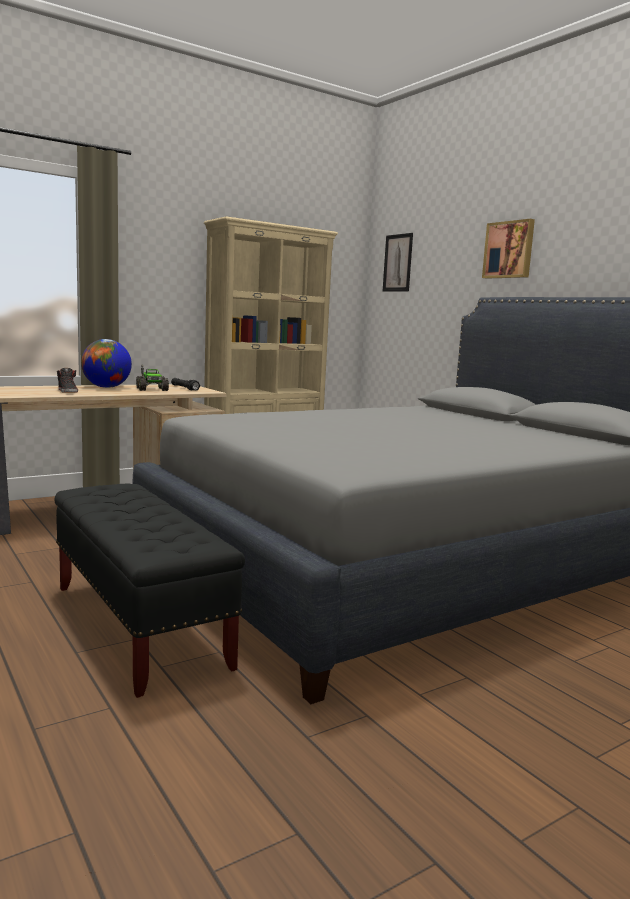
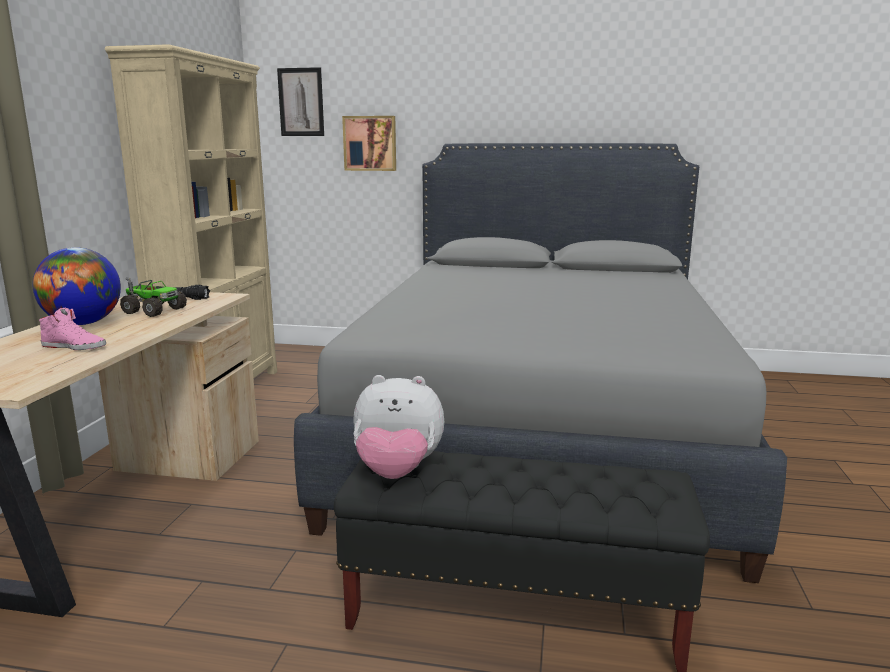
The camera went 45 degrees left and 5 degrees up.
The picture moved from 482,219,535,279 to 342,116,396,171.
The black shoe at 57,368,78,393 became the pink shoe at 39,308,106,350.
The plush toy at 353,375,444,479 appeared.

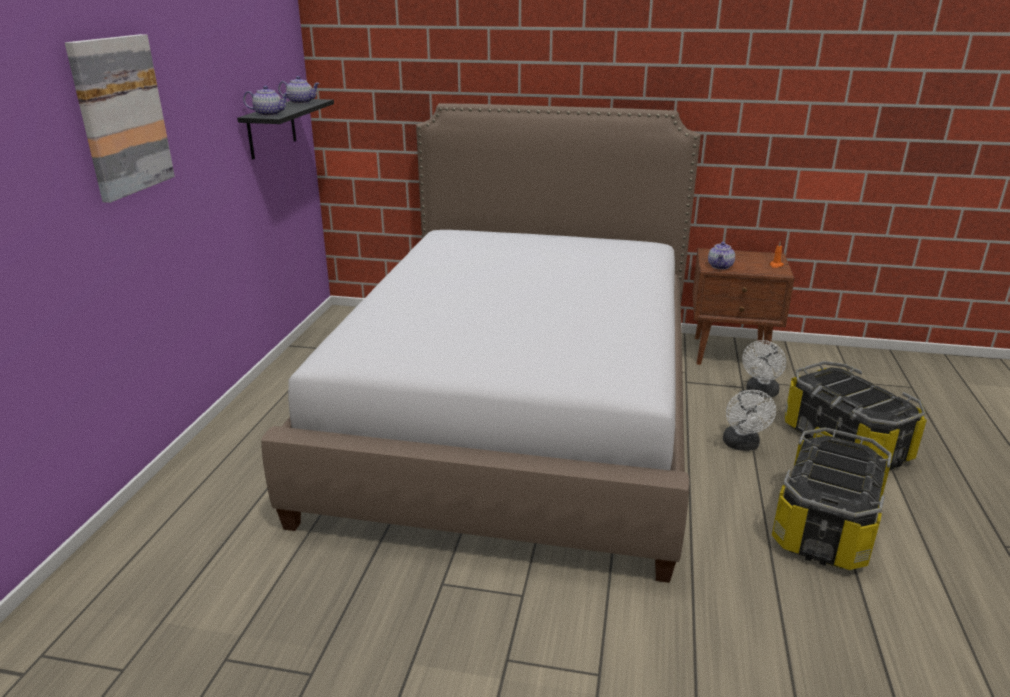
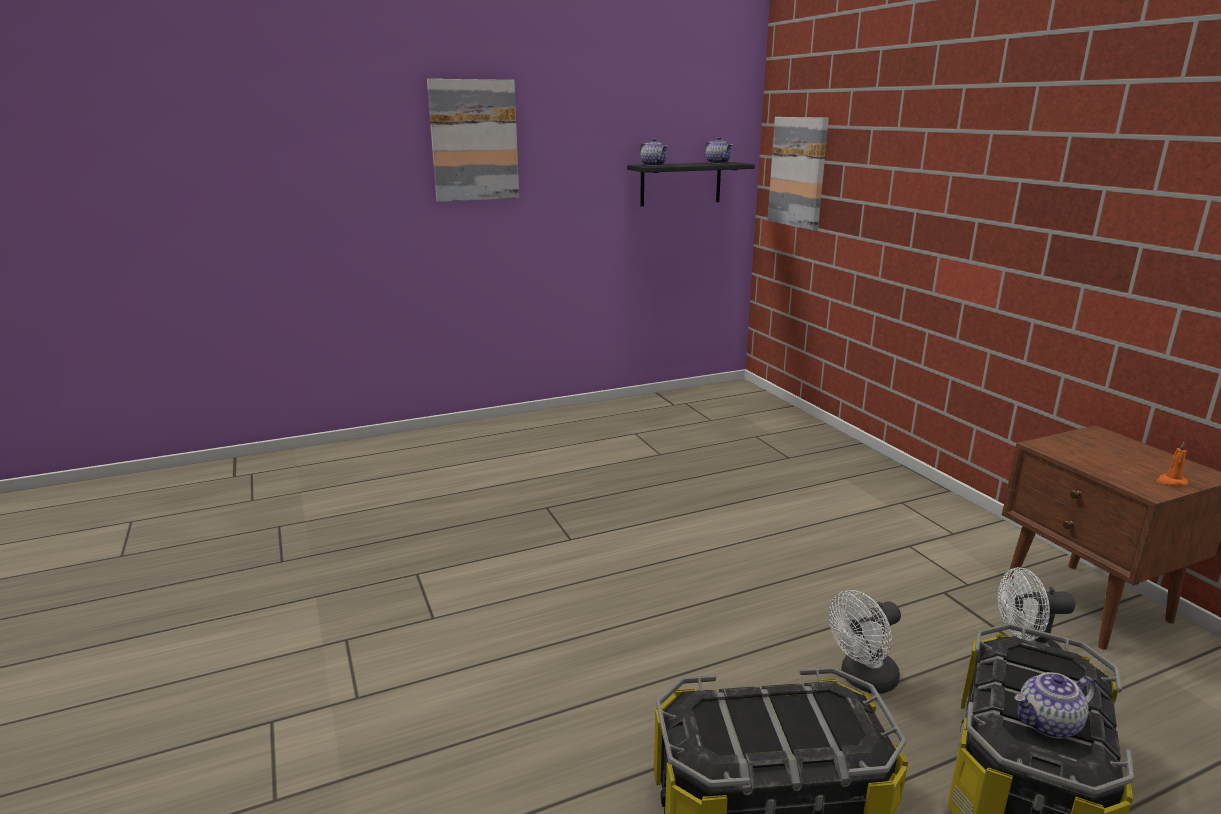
The camera went 55 degrees right and 5 degrees down.
The bed at 261,103,701,583 disappeared.
The teapot moved from 708,242,735,270 to 1014,672,1096,739.
The picture at 767,117,829,231 appeared.

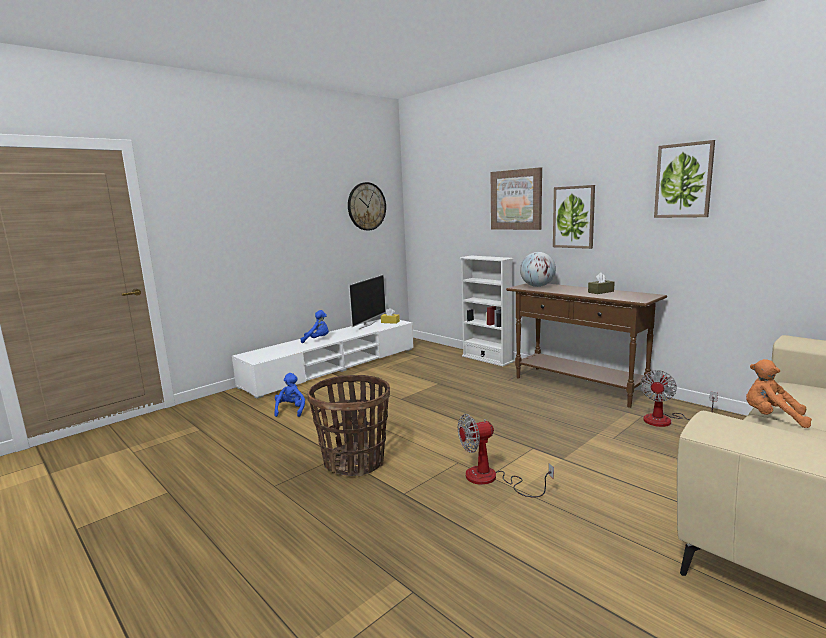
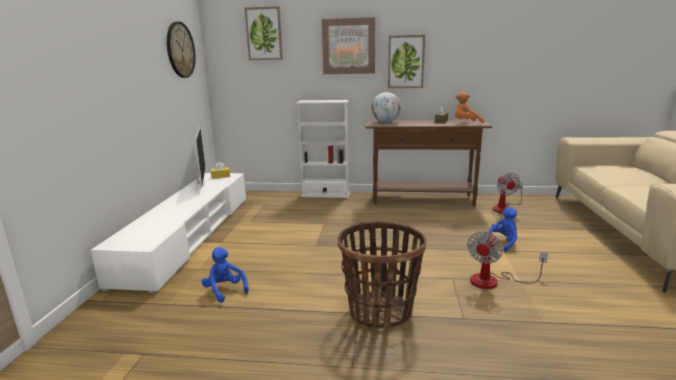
The camera went 40 degrees left and 5 degrees up.
The picture moved from 654,140,715,218 to 245,6,283,60.
The blue plush toy moved from 300,310,329,343 to 488,207,517,252.
The orange plush toy moved from 746,359,812,428 to 455,92,484,123.

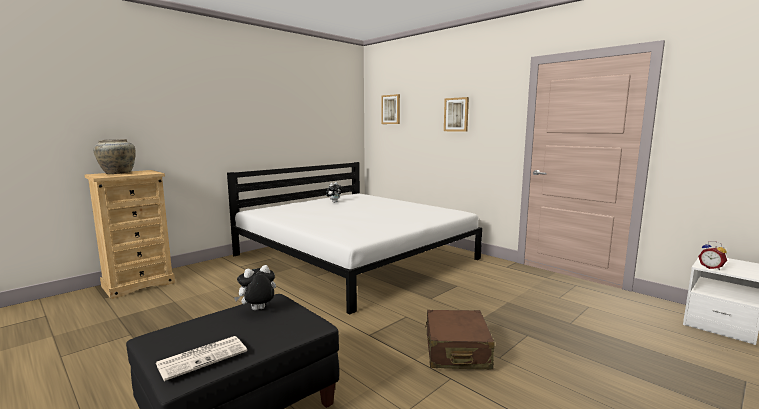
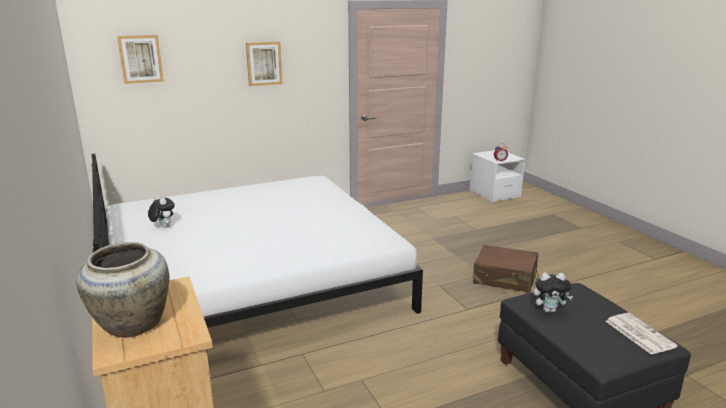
The camera went 70 degrees left and 10 degrees up.
The plush toy at 234,265,276,310 turned 75 degrees counterclockwise.

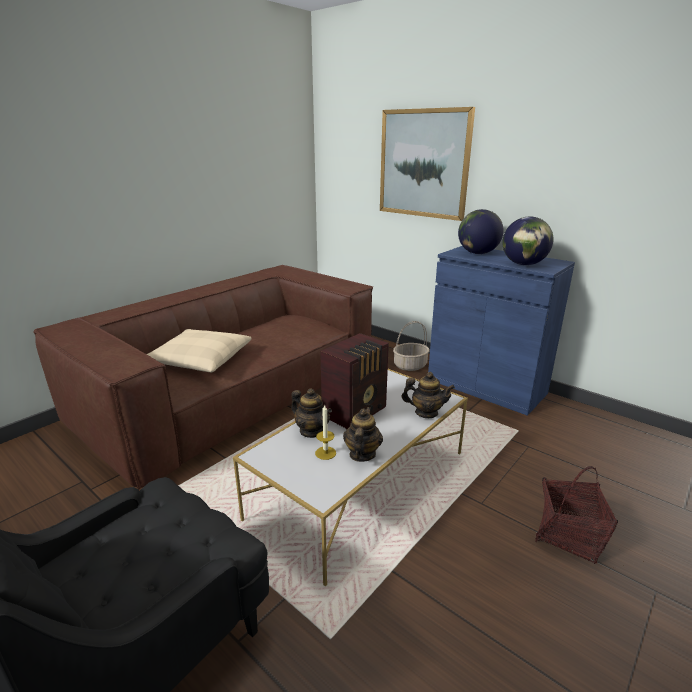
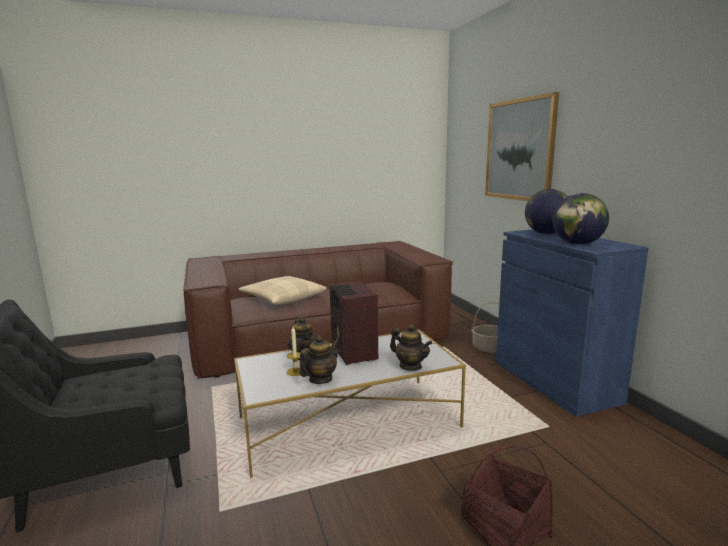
The camera went 30 degrees right and 10 degrees down.
The radio at 320,333,389,429 turned 90 degrees clockwise.

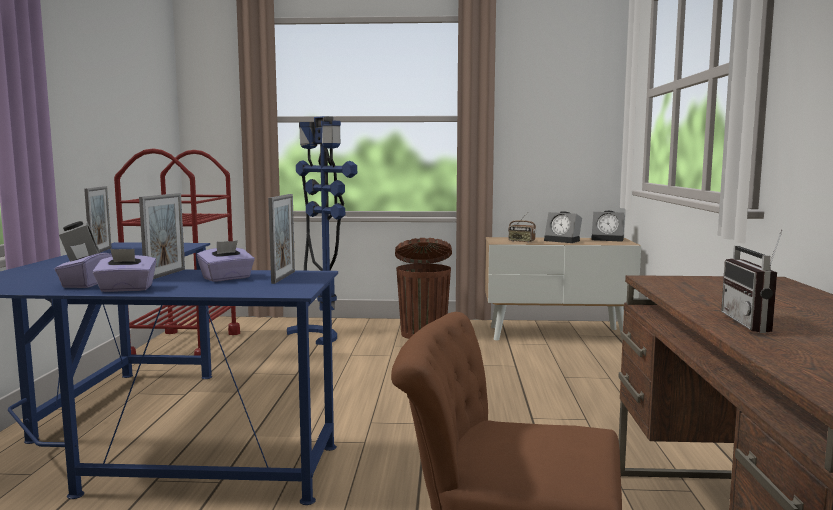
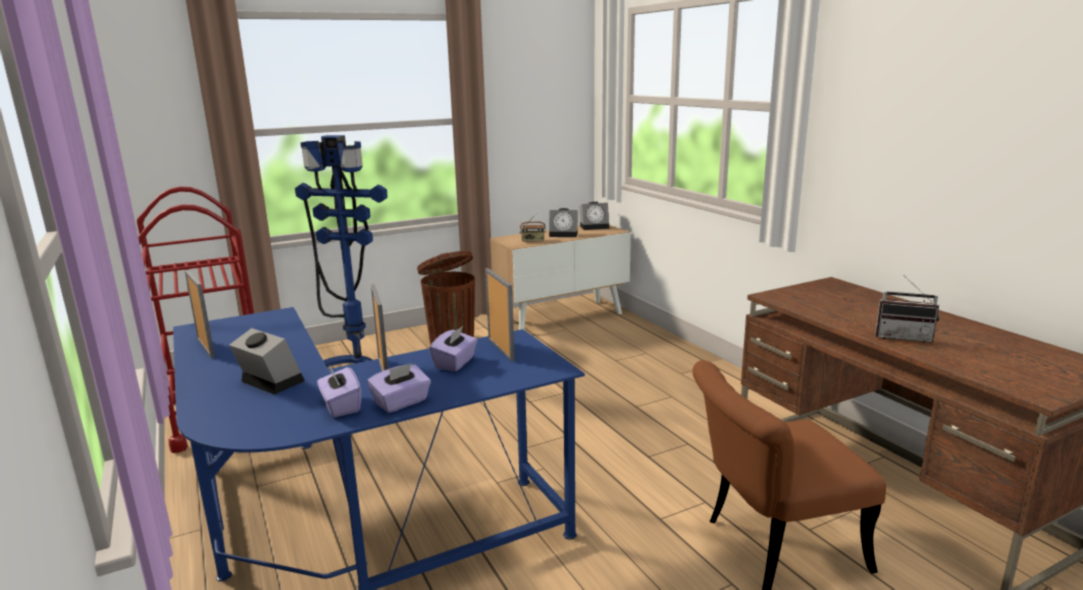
The camera went 30 degrees left and 10 degrees up.
The radio at 721,230,782,333 turned 45 degrees counterclockwise.

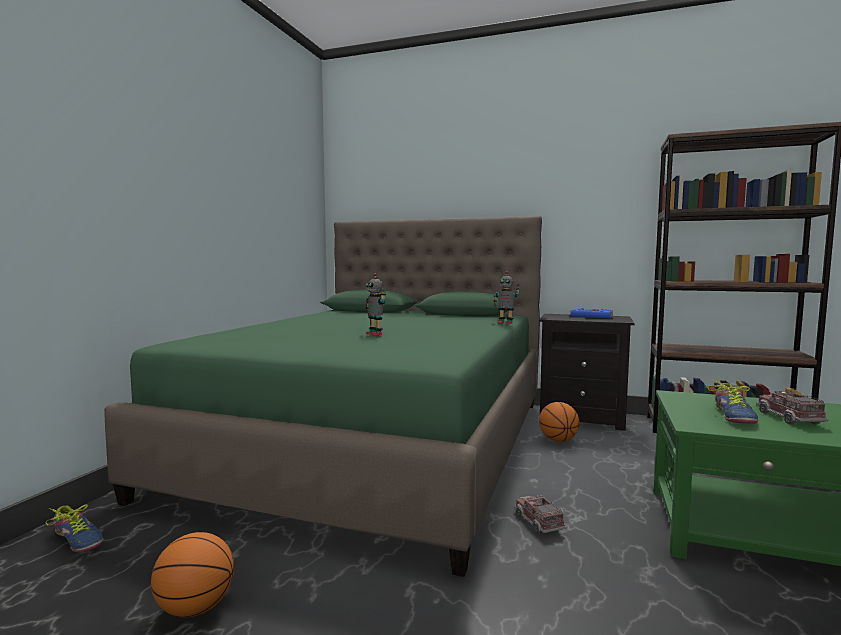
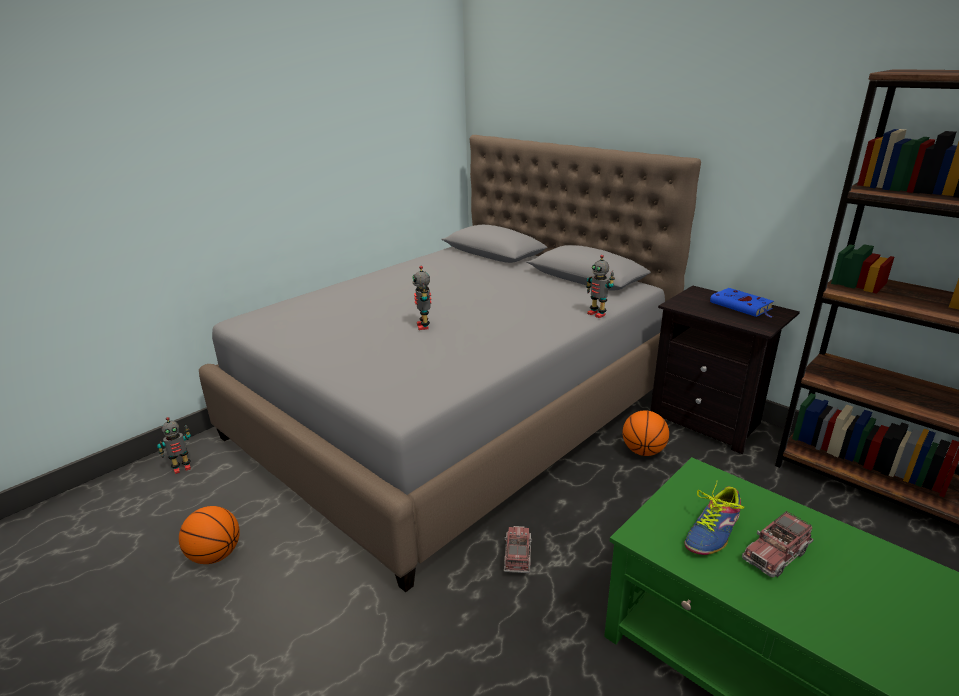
The camera went 25 degrees right and 20 degrees up.
The green bed at 104,216,542,577 became the grey bed at 199,135,701,592.
The toy truck at 756,391,829,425 turned 150 degrees counterclockwise.
The shoe at 46,504,104,553 was replaced by the toy robot at 157,417,191,474.

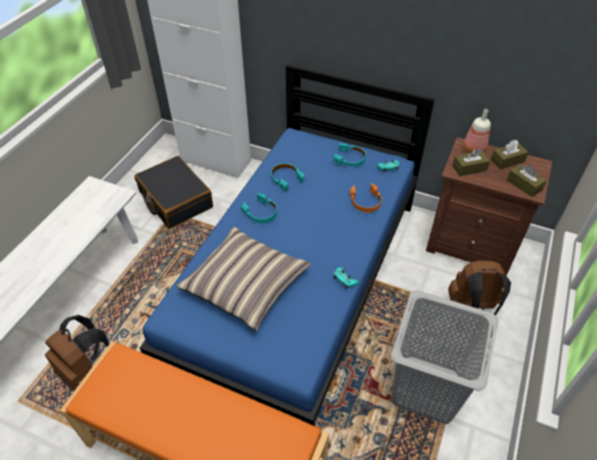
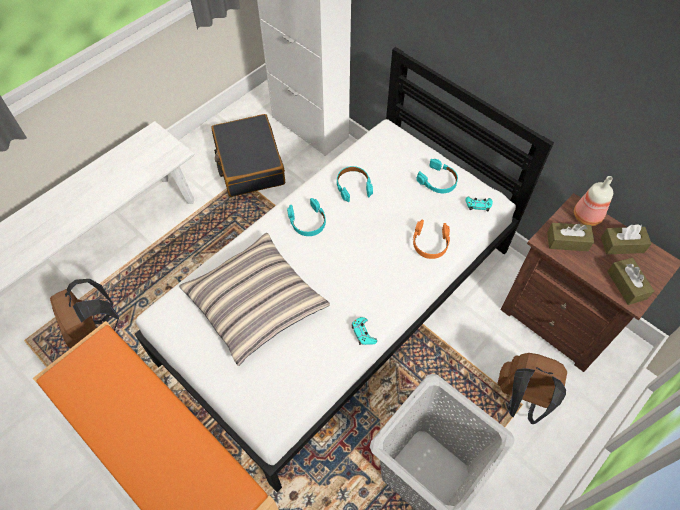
The camera went 20 degrees right and 10 degrees up.
The blue bed at 140,64,435,426 became the white bed at 135,47,554,492.

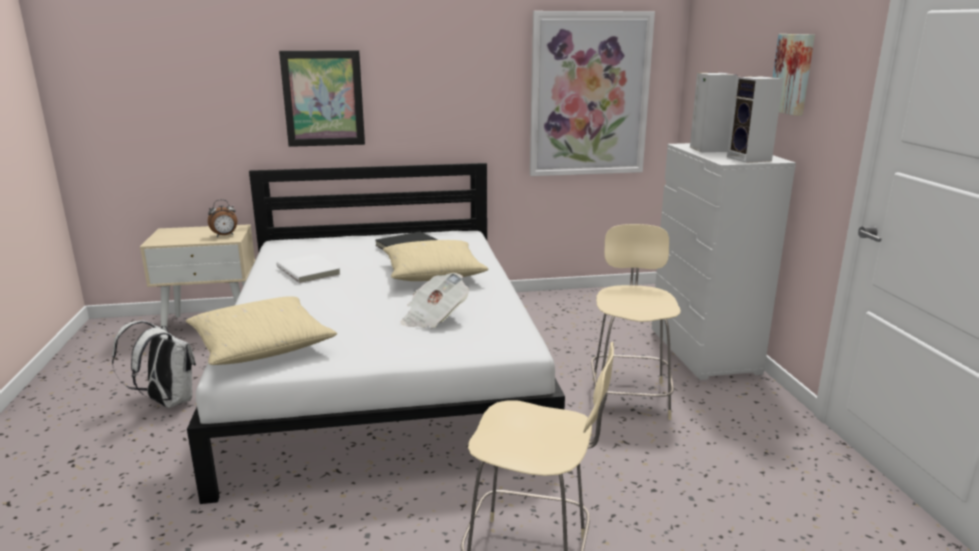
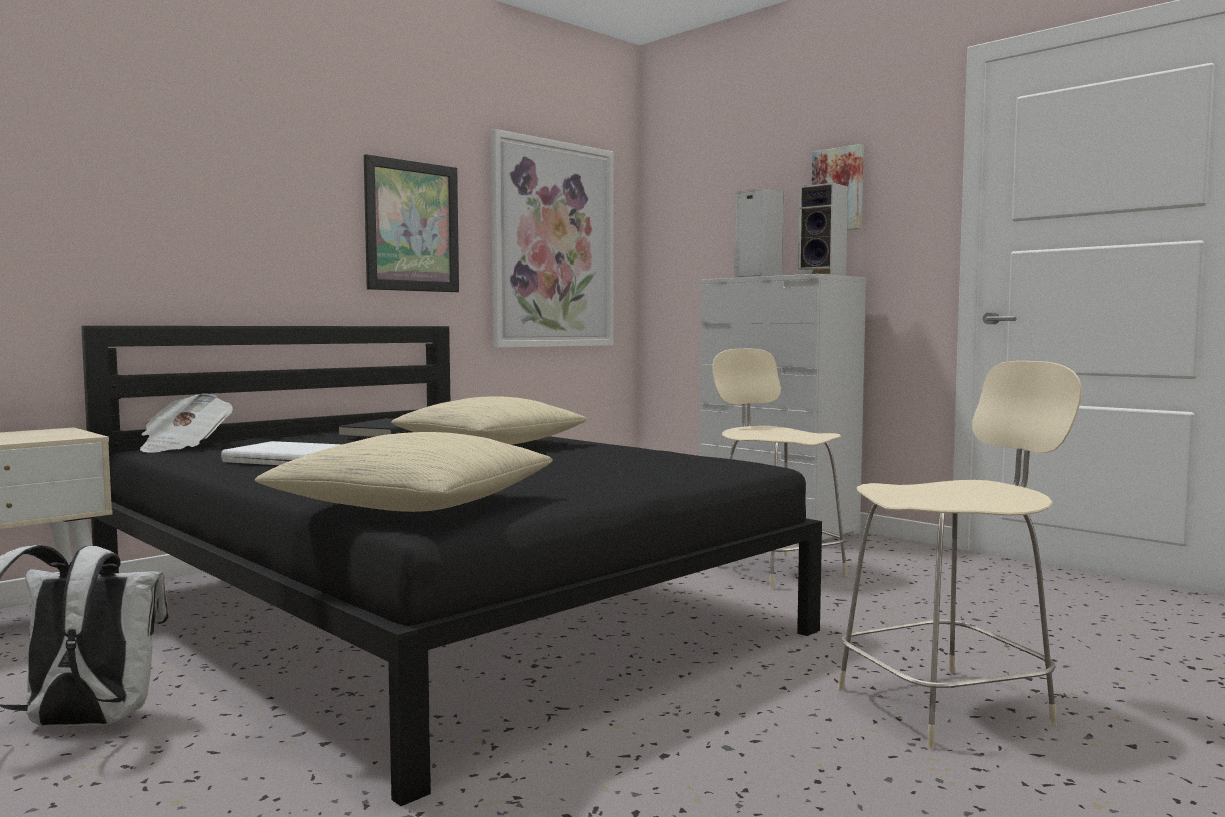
The camera went 35 degrees left and 15 degrees down.
The picture moved from 279,50,365,147 to 364,154,459,292.
The white bed at 187,163,565,504 became the black bed at 81,326,822,806.
The alarm clock at 208,200,237,237 disappeared.
The newspaper moved from 401,273,469,328 to 140,393,233,453.

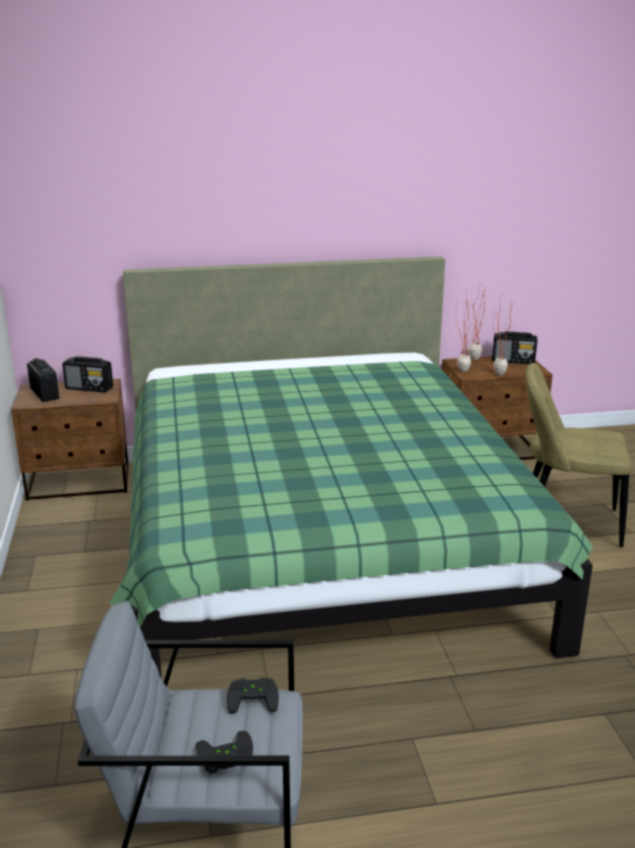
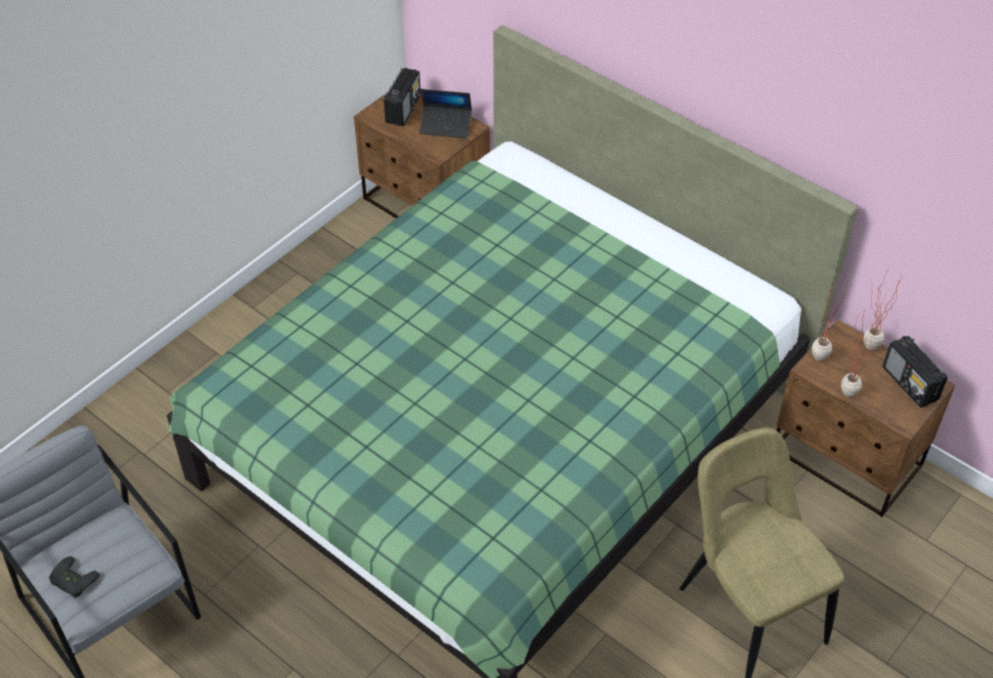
The camera went 50 degrees right and 25 degrees up.
The radio at 62,356,113,393 was replaced by the laptop at 419,89,472,138.
The black game controller at 227,678,279,714 disappeared.

